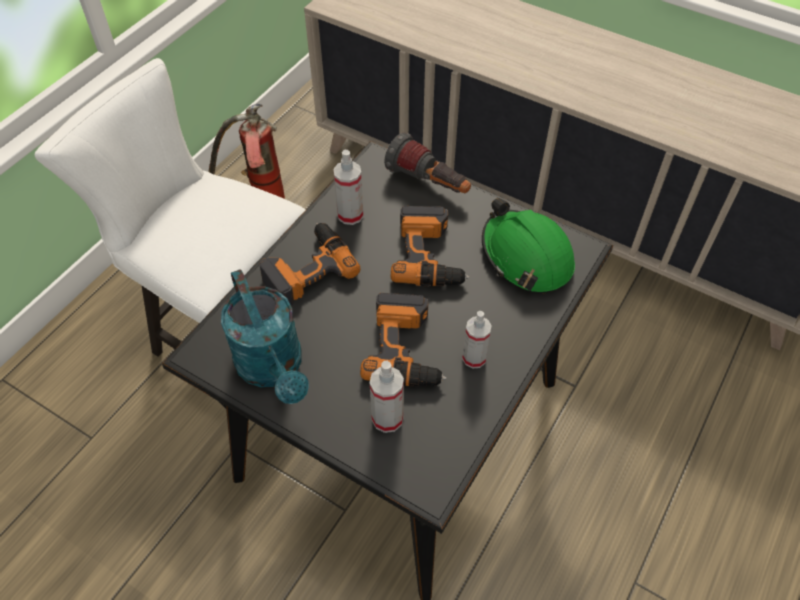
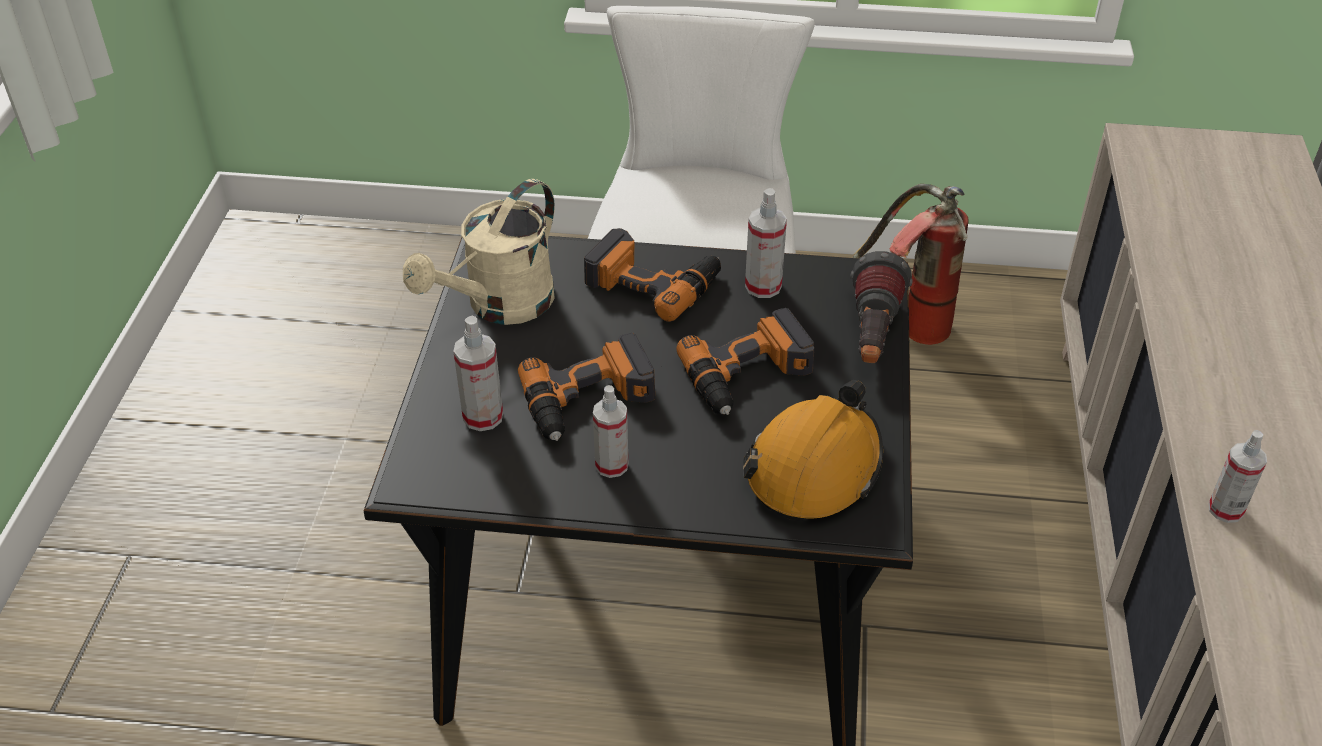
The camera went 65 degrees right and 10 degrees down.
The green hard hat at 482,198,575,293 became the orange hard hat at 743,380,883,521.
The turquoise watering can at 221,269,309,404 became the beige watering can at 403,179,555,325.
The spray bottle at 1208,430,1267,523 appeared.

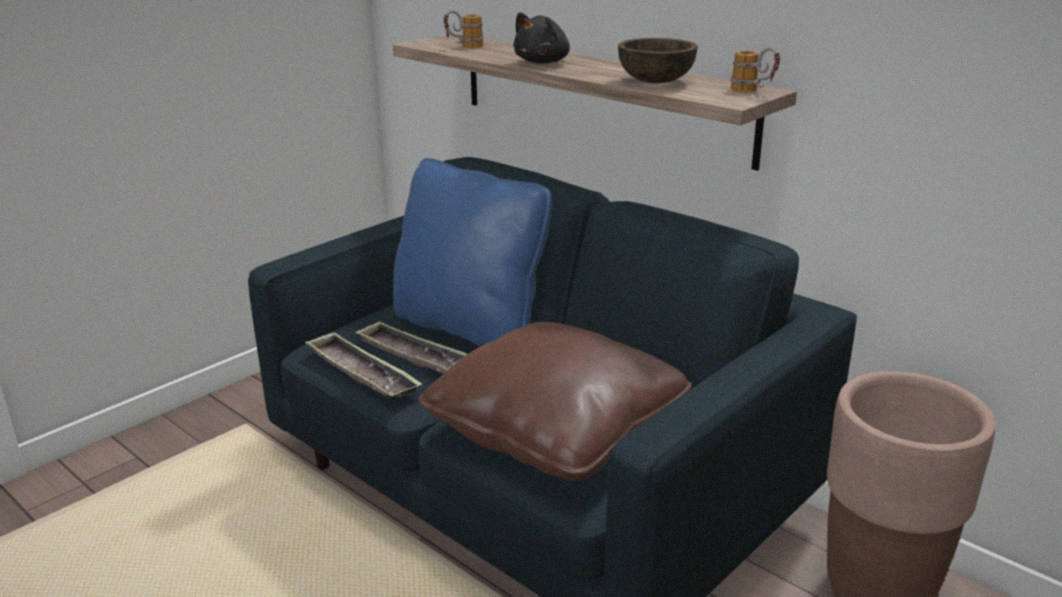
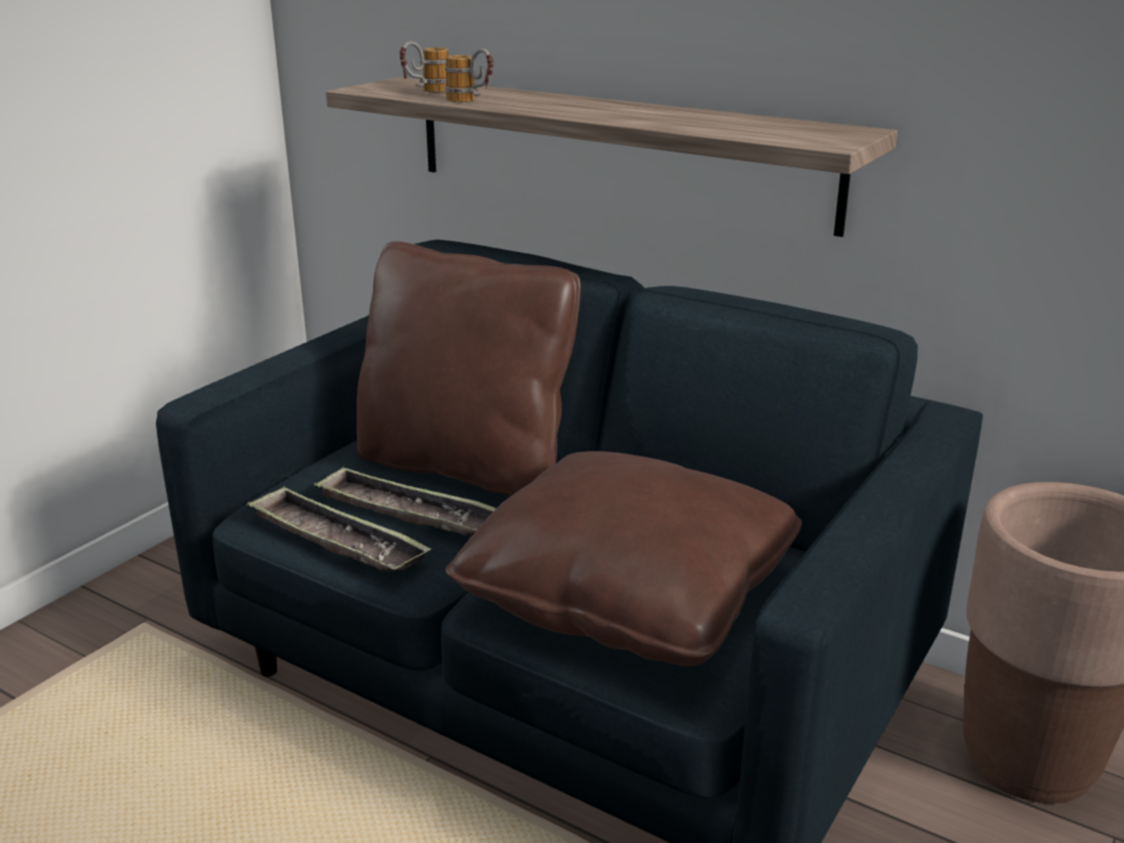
The camera went 10 degrees left and 0 degrees up.
The black plush toy at 513,12,570,64 disappeared.
The brown bowl at 618,38,698,83 disappeared.
The mug moved from 731,47,780,92 to 445,48,493,102.
The blue pillow at 393,158,552,347 became the brown pillow at 357,241,581,496.

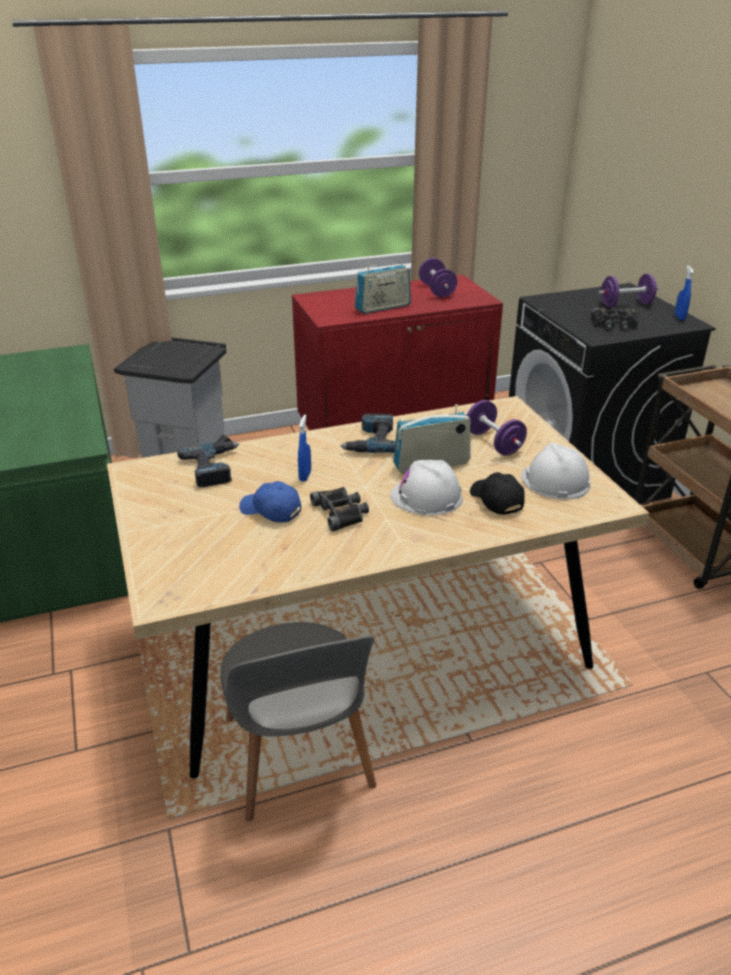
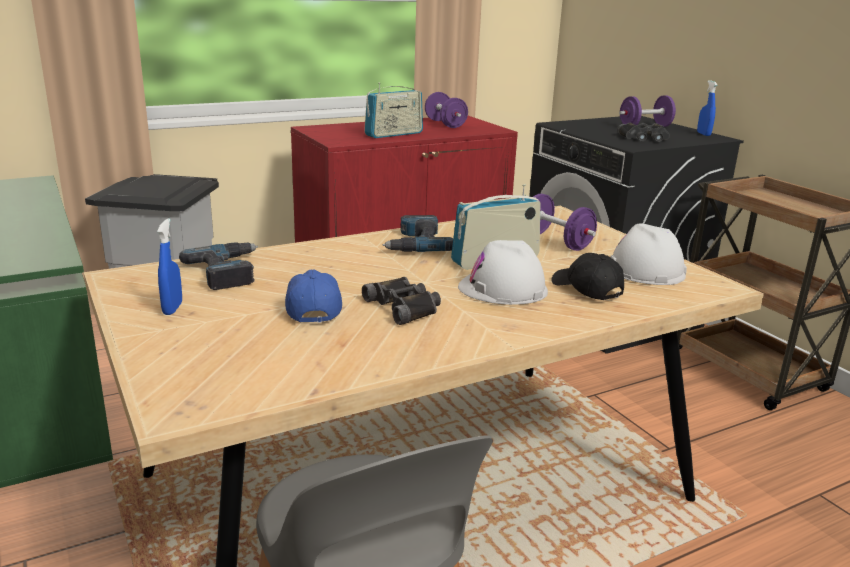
The camera went 10 degrees left and 10 degrees down.
The blue spray bottle moved from 298,415,311,482 to 157,218,182,315.
The blue cap at 239,481,301,523 turned 60 degrees clockwise.

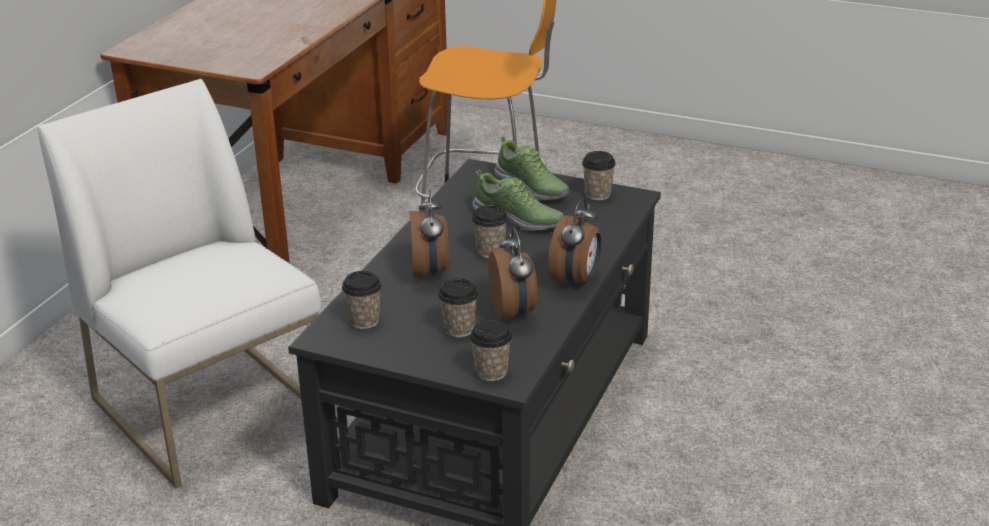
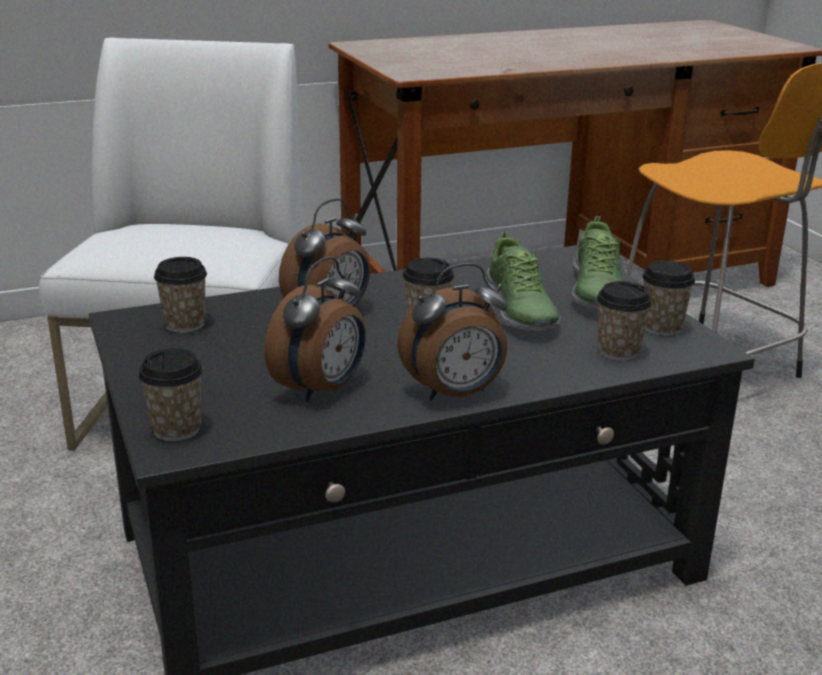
The camera went 45 degrees right and 5 degrees down.
The cup moved from 438,279,478,337 to 597,281,652,361.

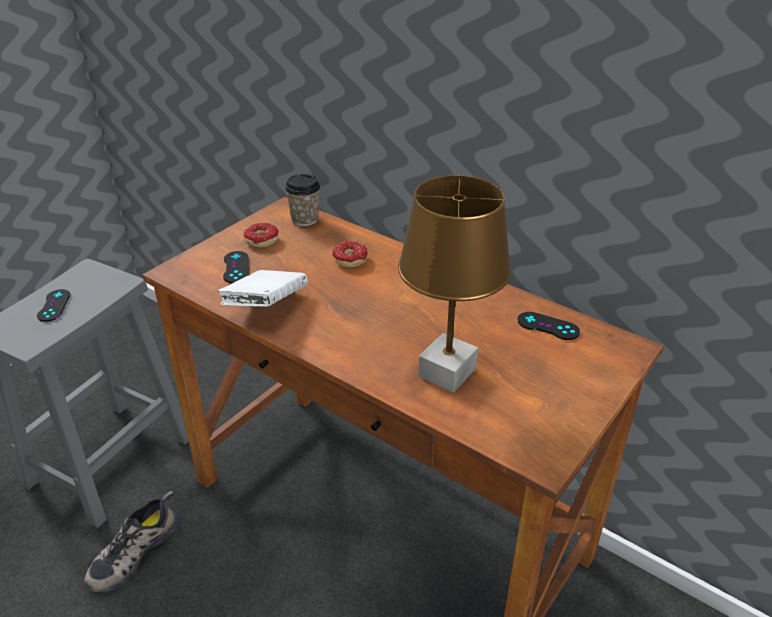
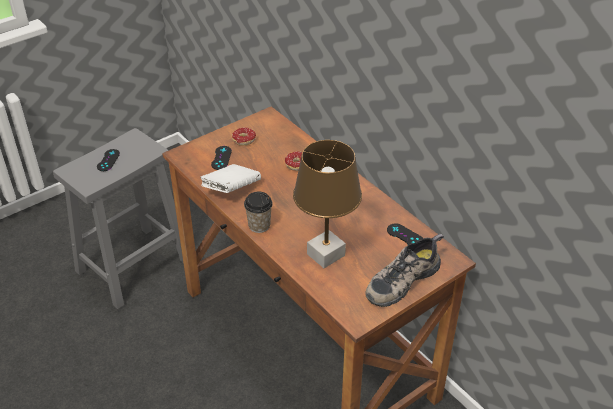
The camera went 15 degrees right and 5 degrees up.
The cup moved from 285,174,320,226 to 244,192,273,233.
The shoe moved from 84,491,179,593 to 366,234,444,307.

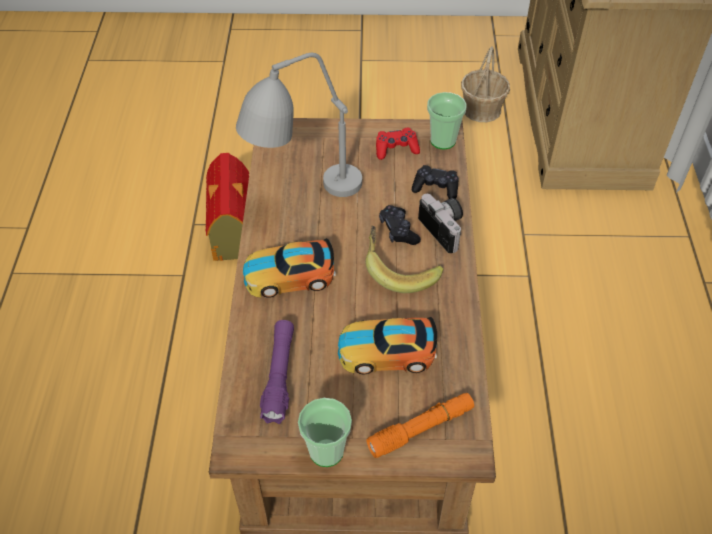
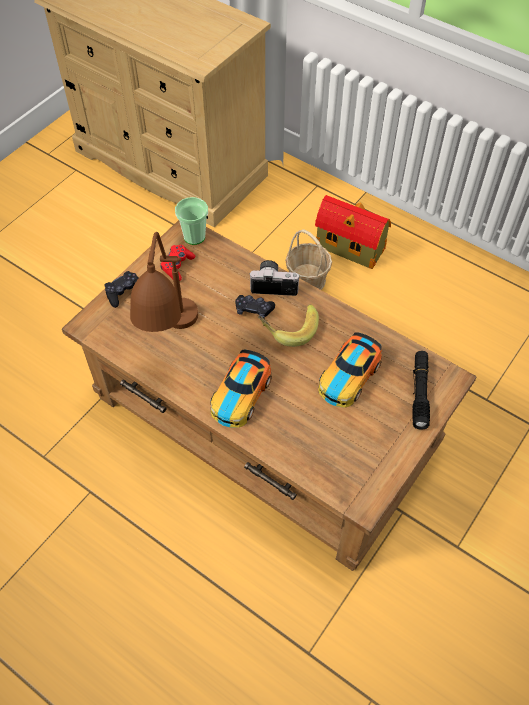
The camera went 55 degrees left and 5 degrees up.
The basket moved from 461,47,510,122 to 285,229,332,290.
The grey table lamp at 236,53,362,197 became the brown table lamp at 130,232,198,332.
The toy house moved from 206,153,249,261 to 315,195,391,269.
The black game controller moved from 412,165,459,199 to 104,271,138,308.
The purple flashlight at 260,320,294,424 disappeared.
The orange flashlight at 366,393,474,458 became the black flashlight at 412,351,430,430.
The cup at 298,398,352,467 disappeared.

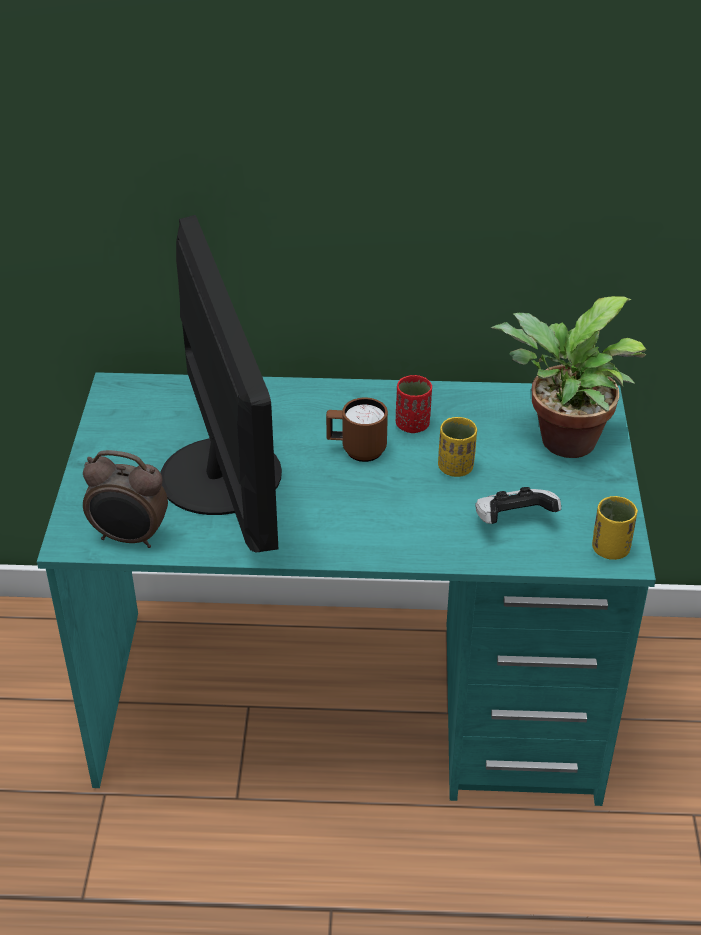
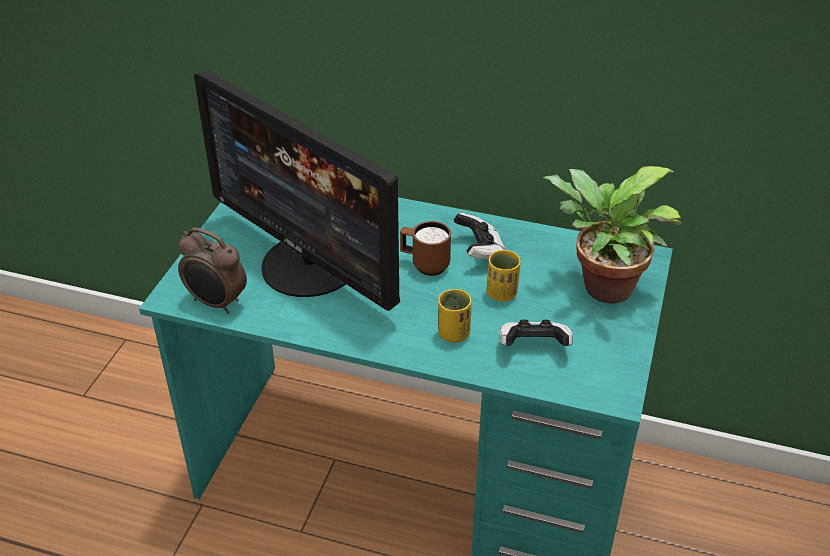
The camera went 15 degrees right and 0 degrees up.
The monitor at 160,215,282,553 turned 135 degrees clockwise.
The red cup at 396,375,432,433 was replaced by the game controller at 454,213,505,259.
The yellow cup moved from 592,496,638,560 to 438,289,471,343.

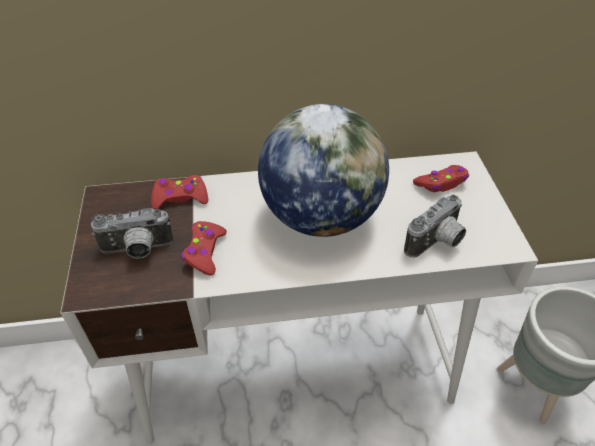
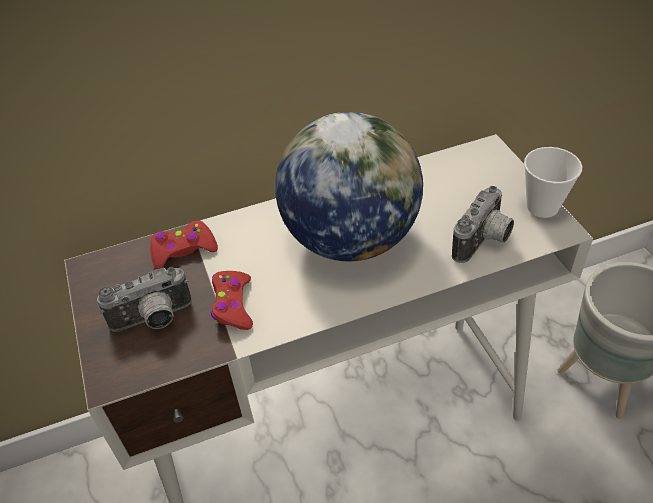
The camera went 10 degrees left and 0 degrees up.
The red game controller at 413,165,469,192 disappeared.
The cup at 524,147,582,218 appeared.

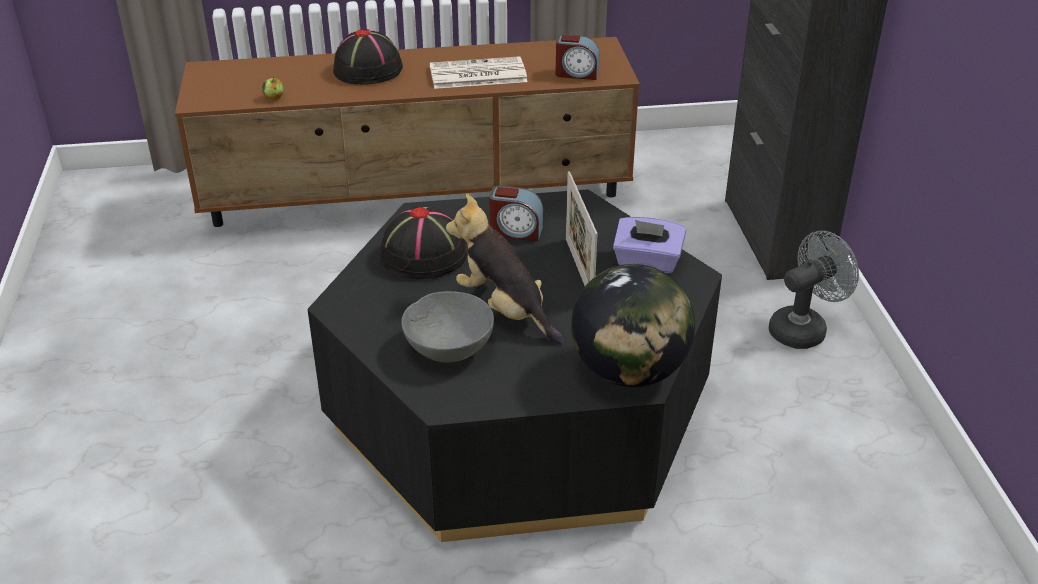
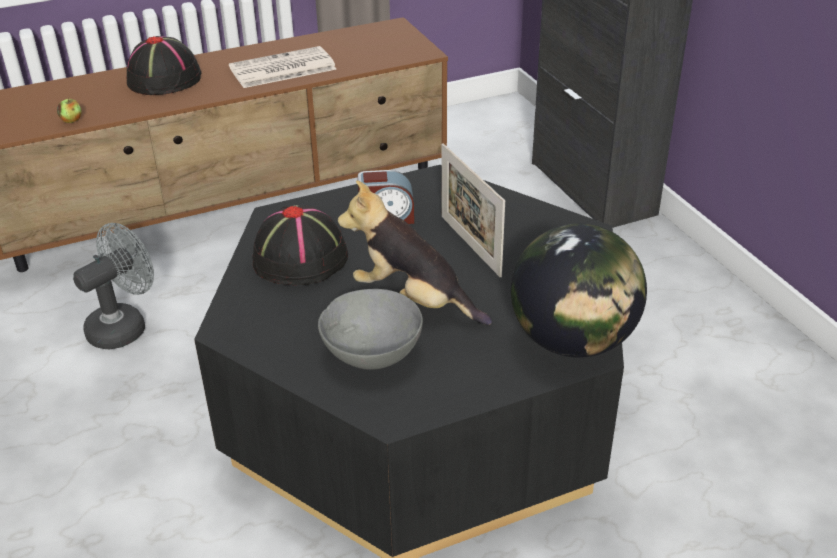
The camera went 15 degrees left and 0 degrees up.
The alarm clock at 555,34,600,80 disappeared.
The purple tissue box at 613,217,686,274 disappeared.
The grey fan moved from 769,231,859,349 to 73,223,154,349.

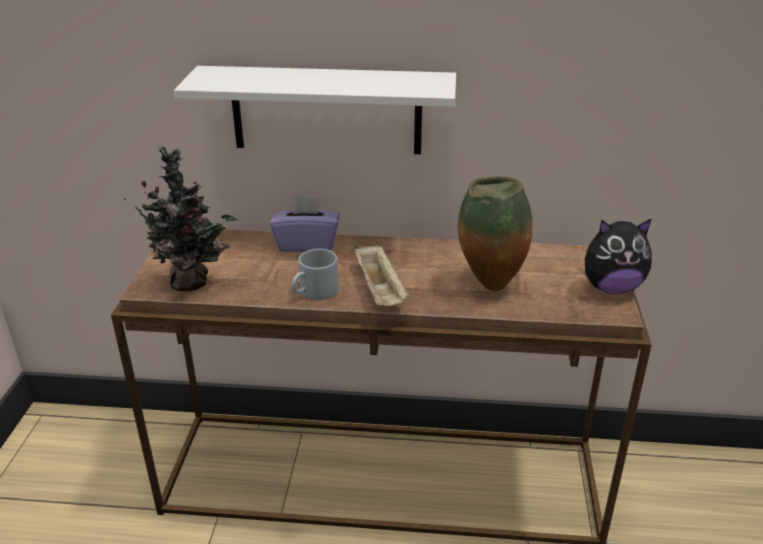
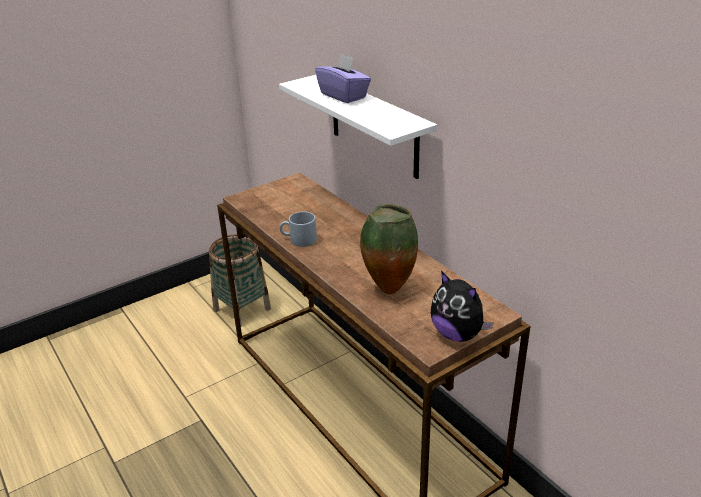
The camera went 50 degrees right and 0 degrees up.
The potted plant at 124,146,237,291 disappeared.
The purple tissue box moved from 270,196,339,252 to 315,53,371,103.
The beige tray at 354,244,409,306 disappeared.
The basket at 209,234,271,326 appeared.

